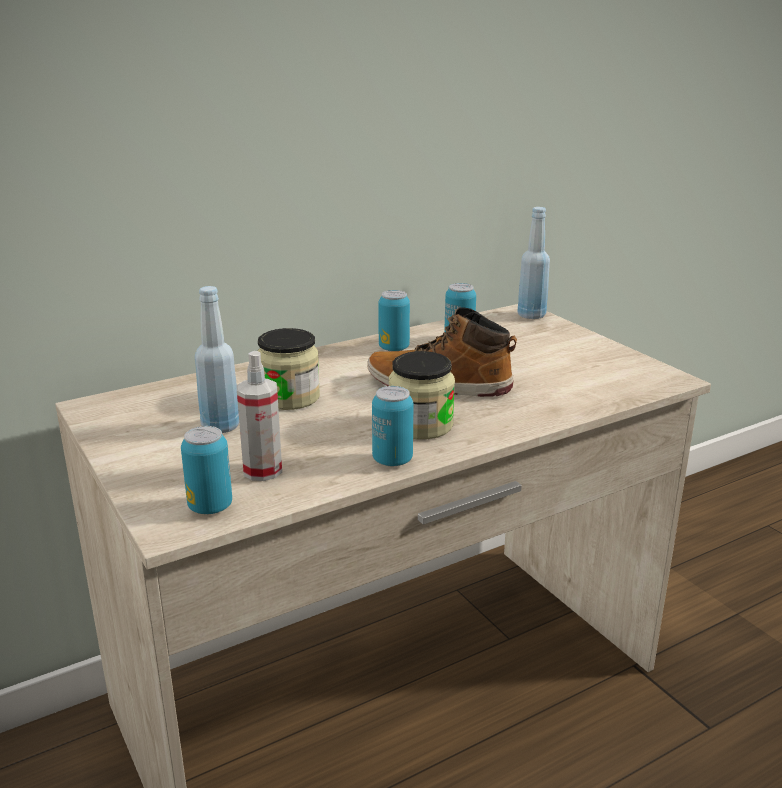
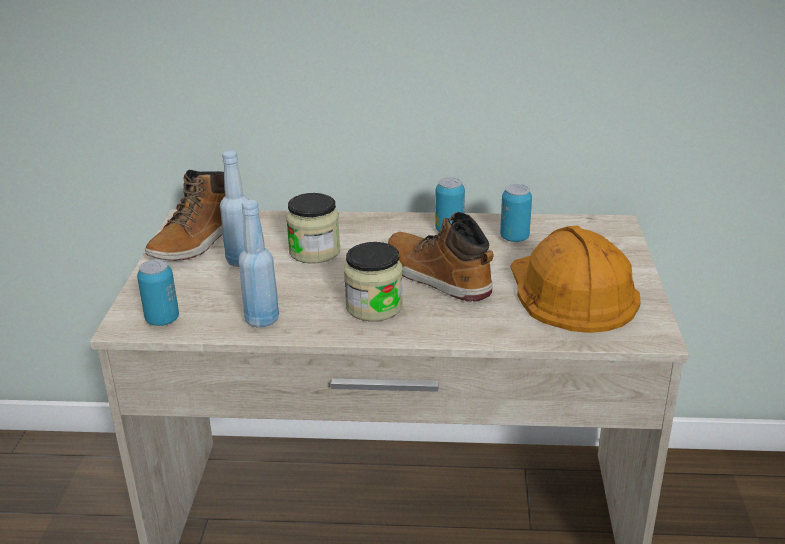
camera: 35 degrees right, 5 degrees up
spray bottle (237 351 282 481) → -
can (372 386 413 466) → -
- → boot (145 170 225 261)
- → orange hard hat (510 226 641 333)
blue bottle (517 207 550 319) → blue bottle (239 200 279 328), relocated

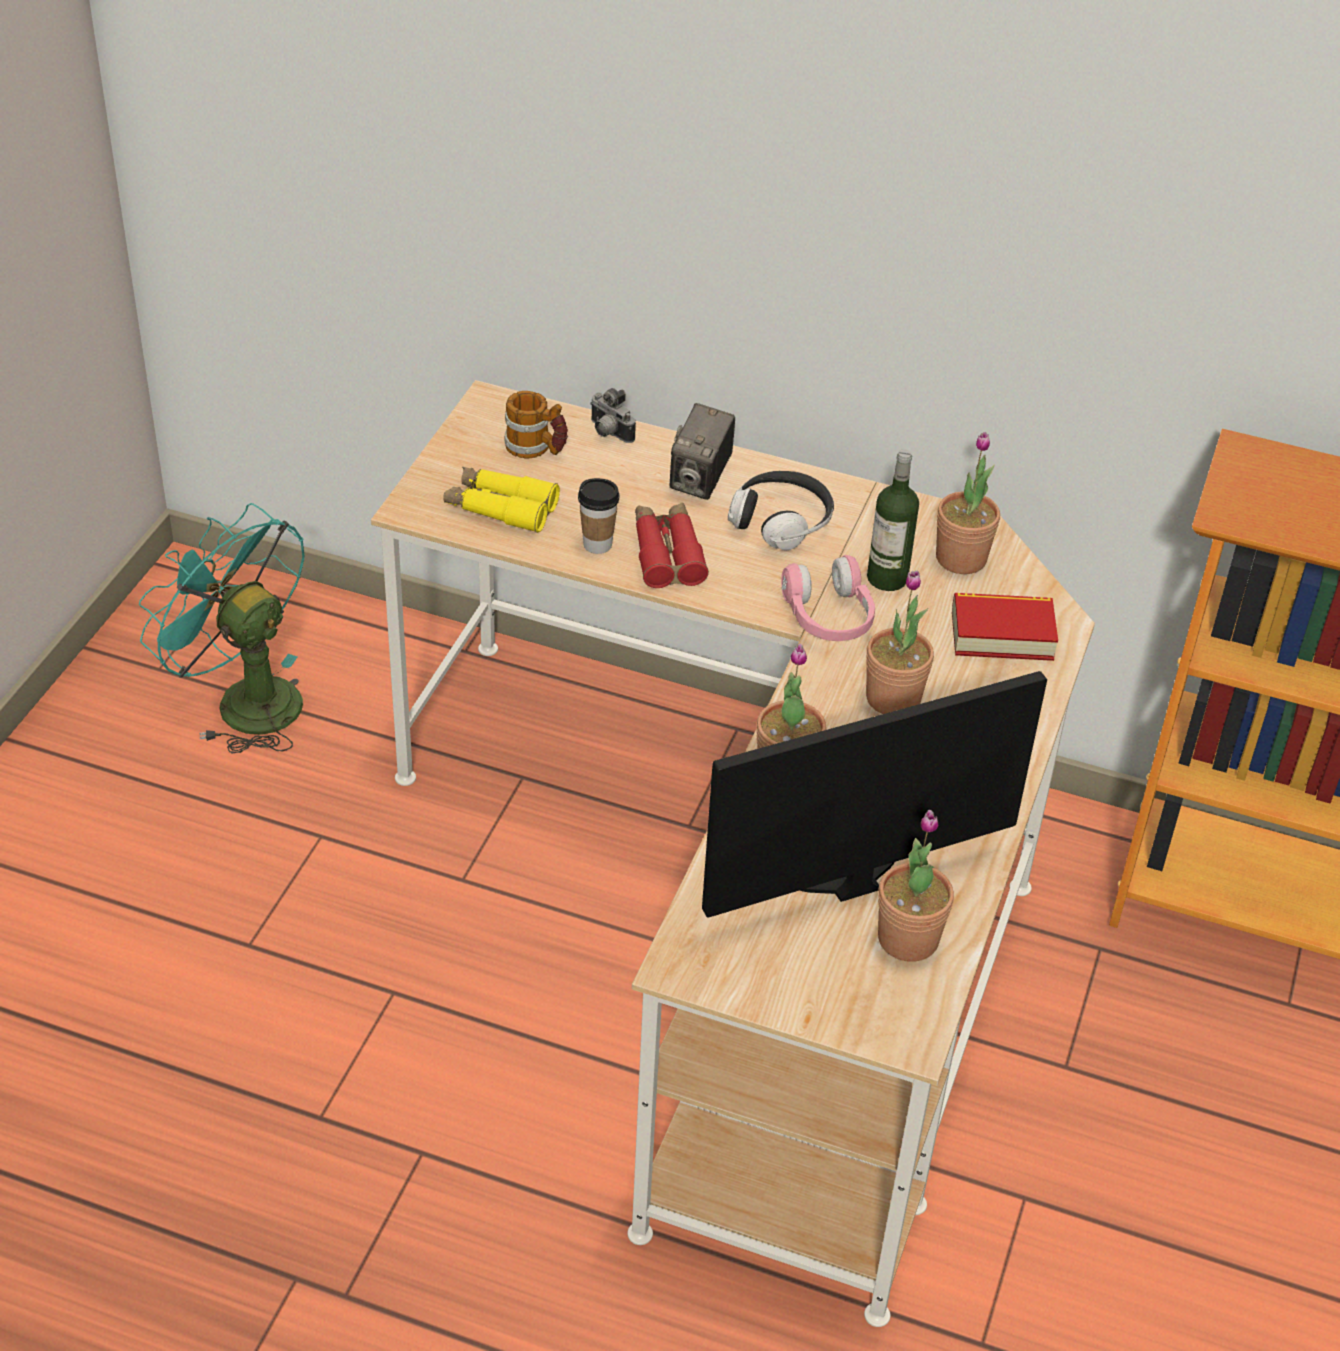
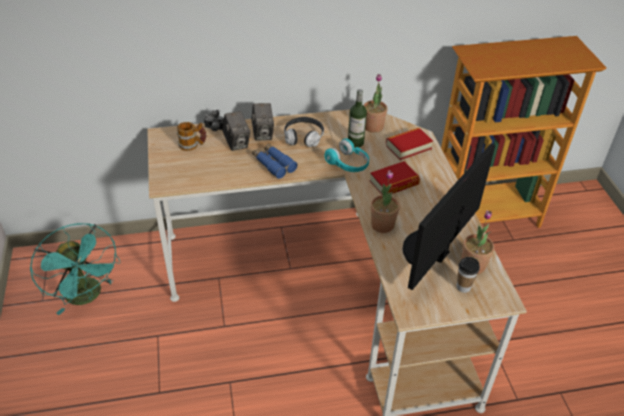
camera: 30 degrees left, 0 degrees up
yellow binoculars (443 466 560 533) → -
- → photo camera (222 111 250 151)
cup (578 478 620 554) → cup (456 257 480 293), relocated
potted plant (866 571 934 714) → book (370 161 420 195)
red binoculars (635 503 709 588) → blue binoculars (252 143 297 179)
pink headphones (781 555 875 641) → turquoise headphones (324 139 369 172)
turquoise fan (139 503 304 753) → turquoise fan (30 223 121 315), 135 degrees counterclockwise

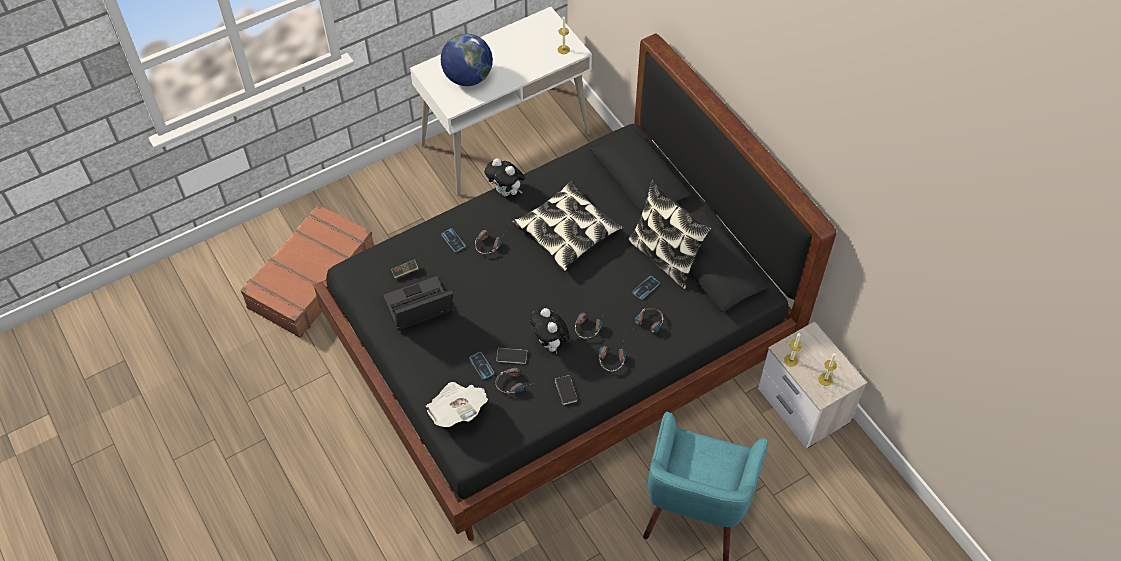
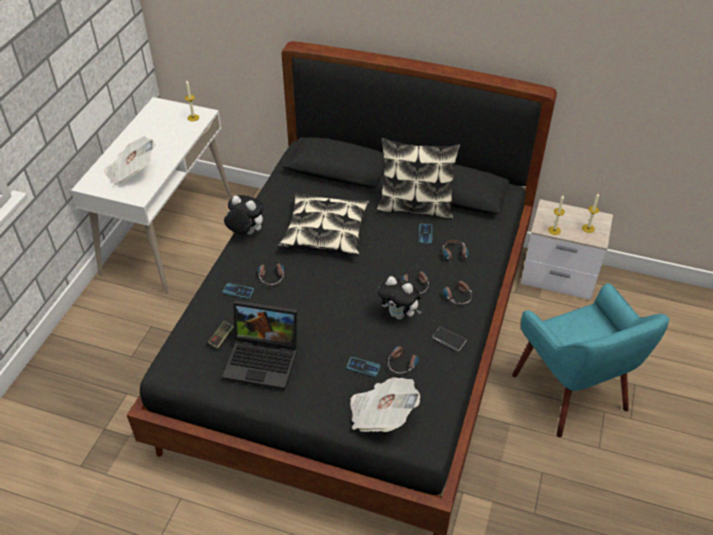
camera: 40 degrees left, 10 degrees down
brown suitcase (240 204 374 338) → -
phone (496 348 527 364) → -
globe (441 34 493 86) → newspaper (104 136 156 185)
laptop (383 276 453 331) → laptop (222 300 298 390), 105 degrees counterclockwise
plush toy (484 158 525 196) → plush toy (224 195 264 235), 150 degrees counterclockwise

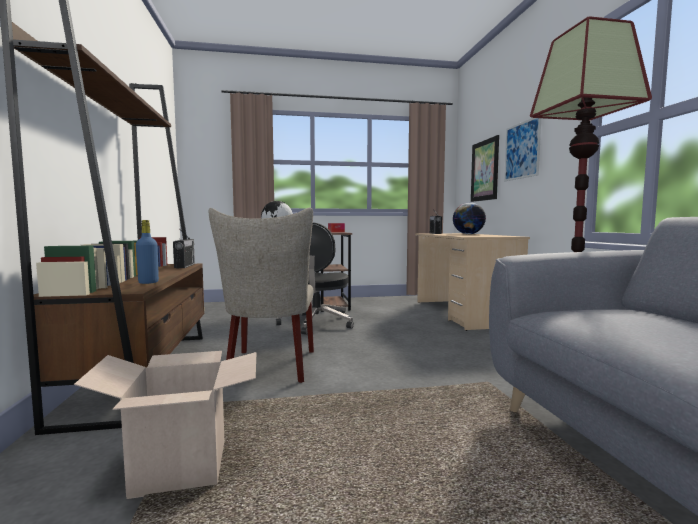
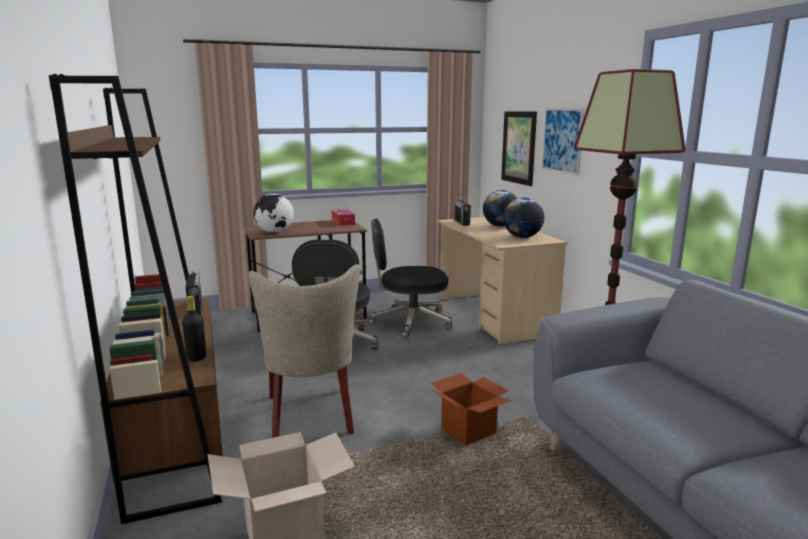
camera: 10 degrees left, 10 degrees up
- → black office chair (369 219 453 338)
- → cardboard box (431 373 512 446)
- → globe (503 198 545 238)
blue bottle (136 220 159 284) → black bottle (182 296 206 362)

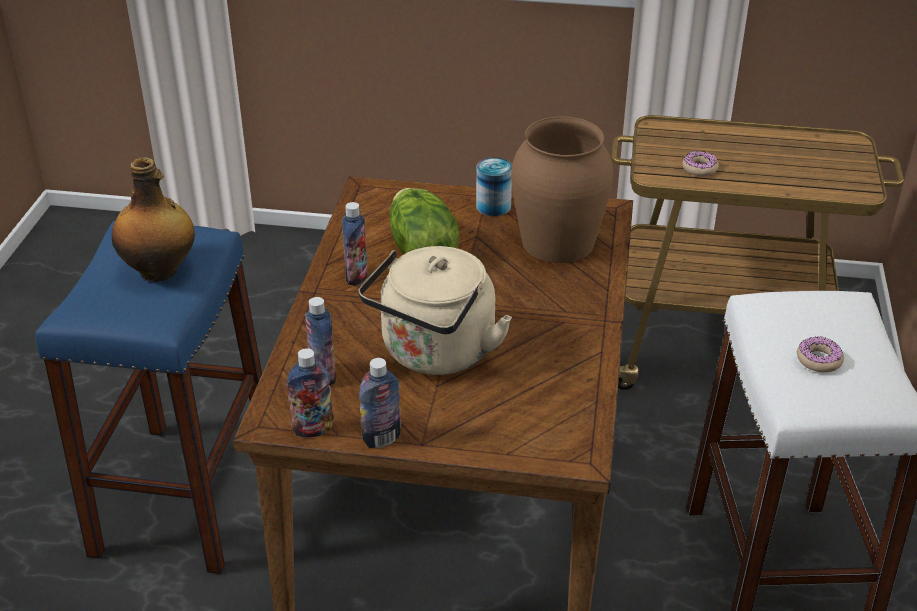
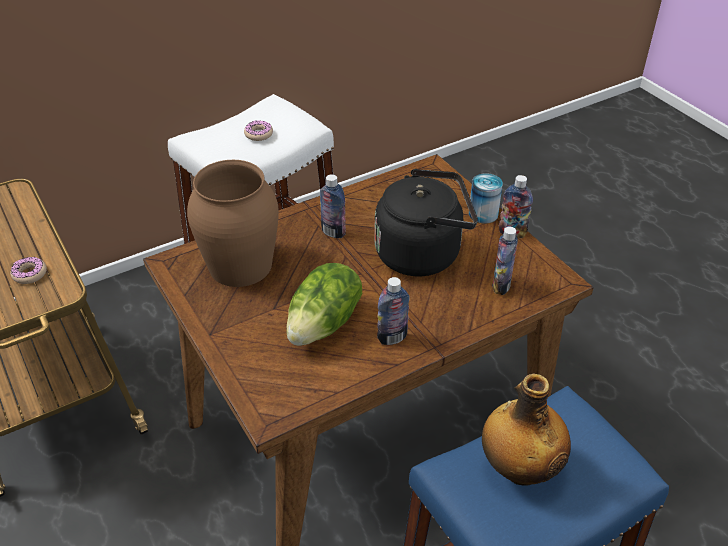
camera: 130 degrees left, 5 degrees up
bottle (287 348 334 438) → bottle (320 174 346 238), relocated
can (476 157 512 216) → can (469 173 503 223), relocated
beige kettle (358 246 512 375) → black kettle (374 169 478 276)

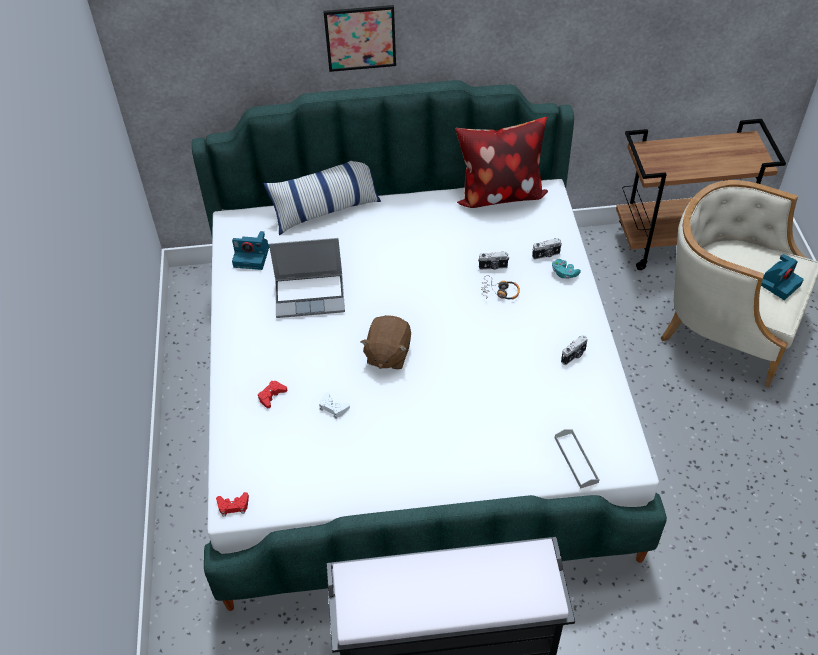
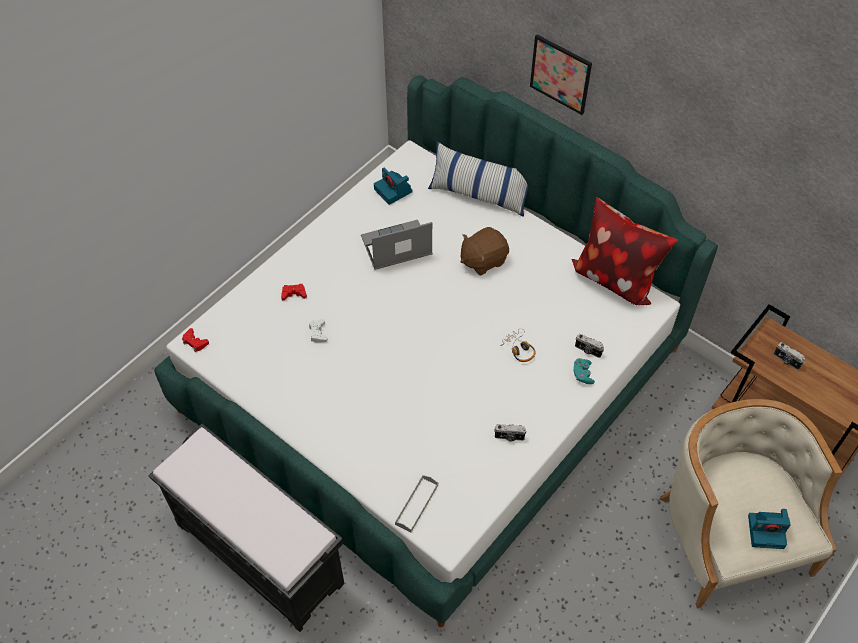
camera: 45 degrees right, 5 degrees up
brown plush toy (360 315 411 369) → brown plush toy (461 227 509 276), relocated
photo camera (478 252 509 270) → photo camera (774 342 805 370), relocated
laptop (269 238 345 318) → laptop (361 220 433 270), 120 degrees clockwise

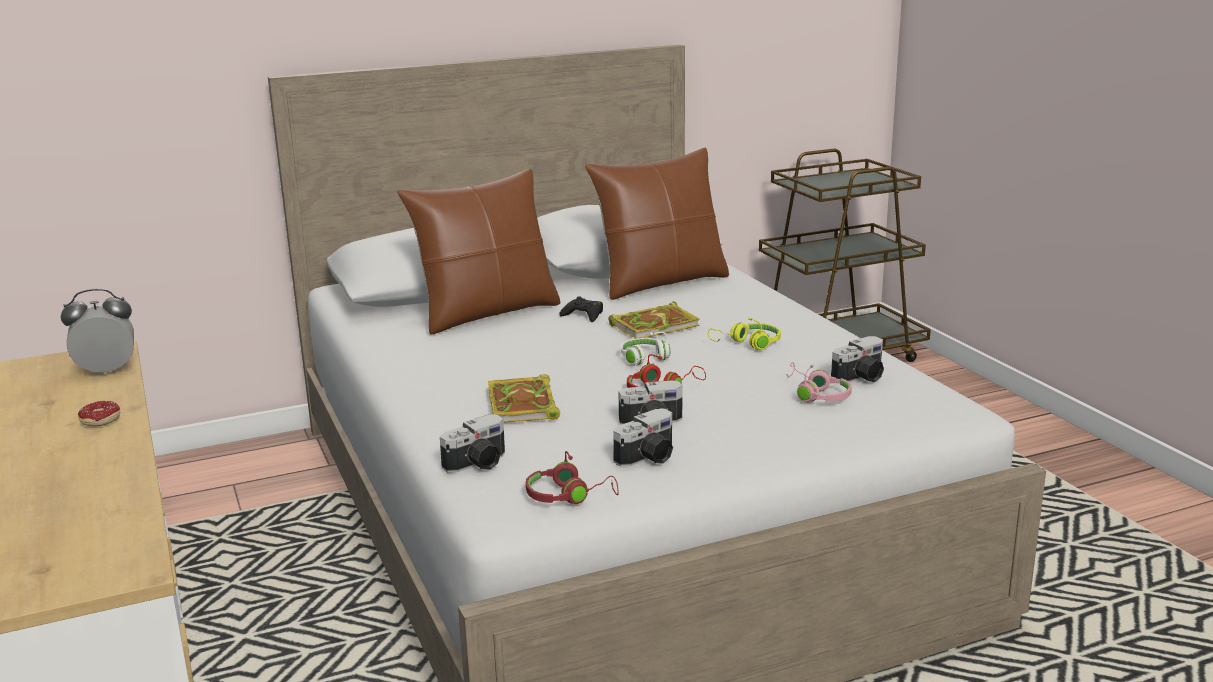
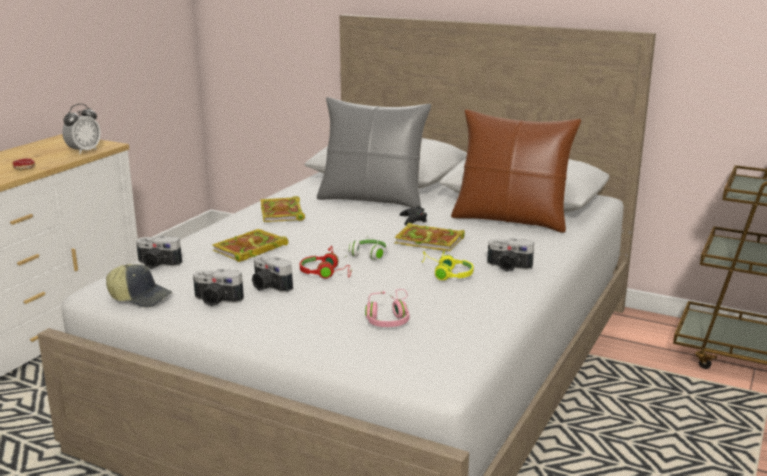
camera: 50 degrees right, 0 degrees up
- → book (260 196 305 222)
photo camera (831 336 884 382) → photo camera (487 238 534 272), relocated
red headphones (526 451 619 504) → cap (106 264 172 308)
brown pillow (397 168 560 335) → grey pillow (317 97 431 208)
alarm clock (61 289 134 375) → alarm clock (62 104 101 154), 90 degrees clockwise

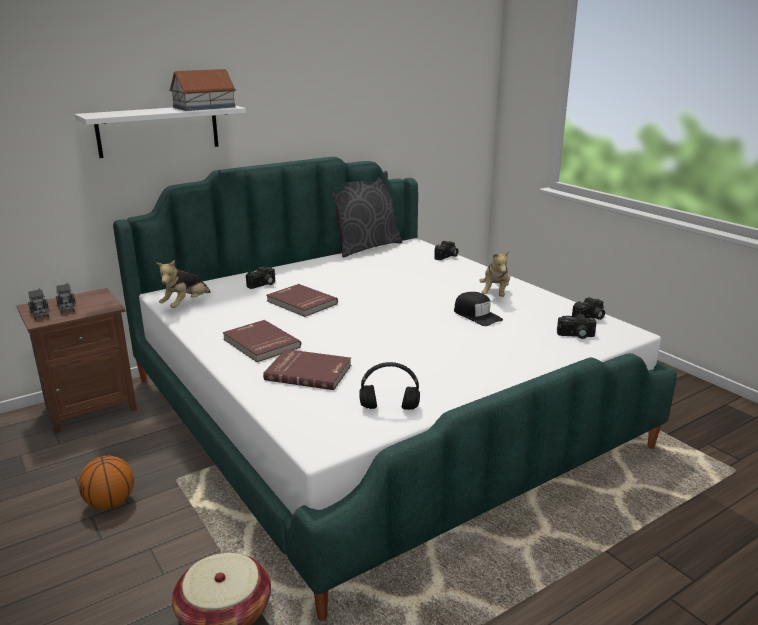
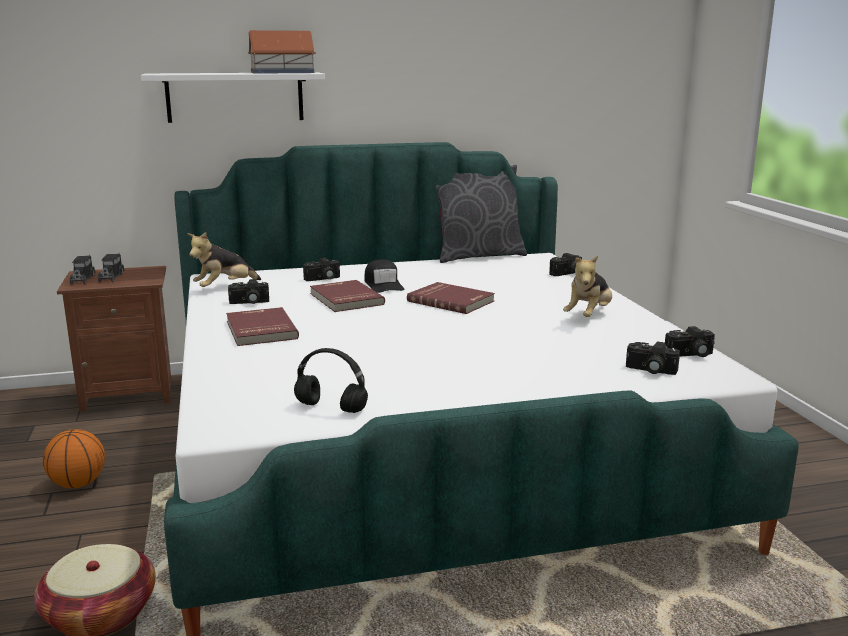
camera: 20 degrees right, 5 degrees down
- → photo camera (228 279 269 304)
red book (263 349 351 390) → red book (407 282 495 314), relocated
black cap (454 292 503 326) → black cap (364 259 404 293), relocated

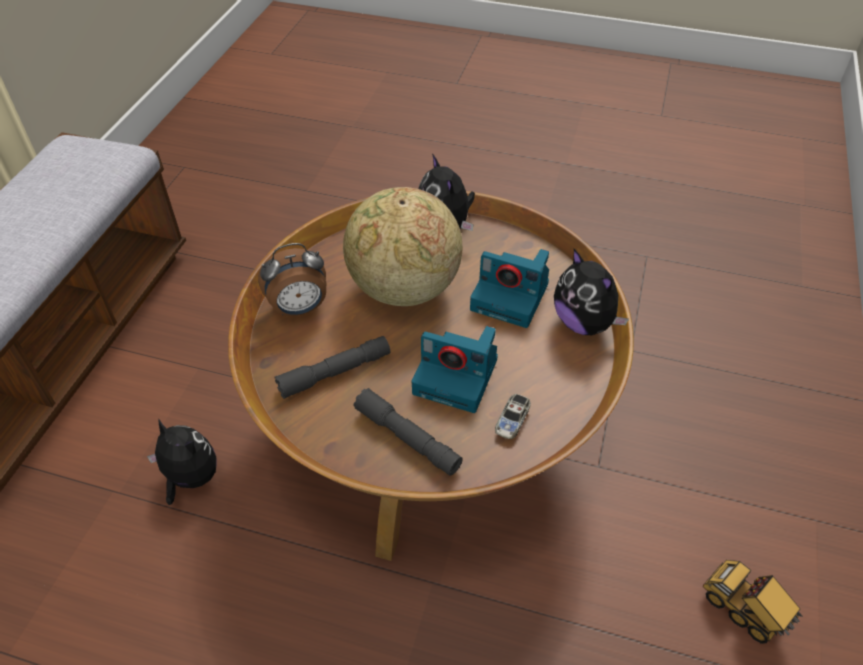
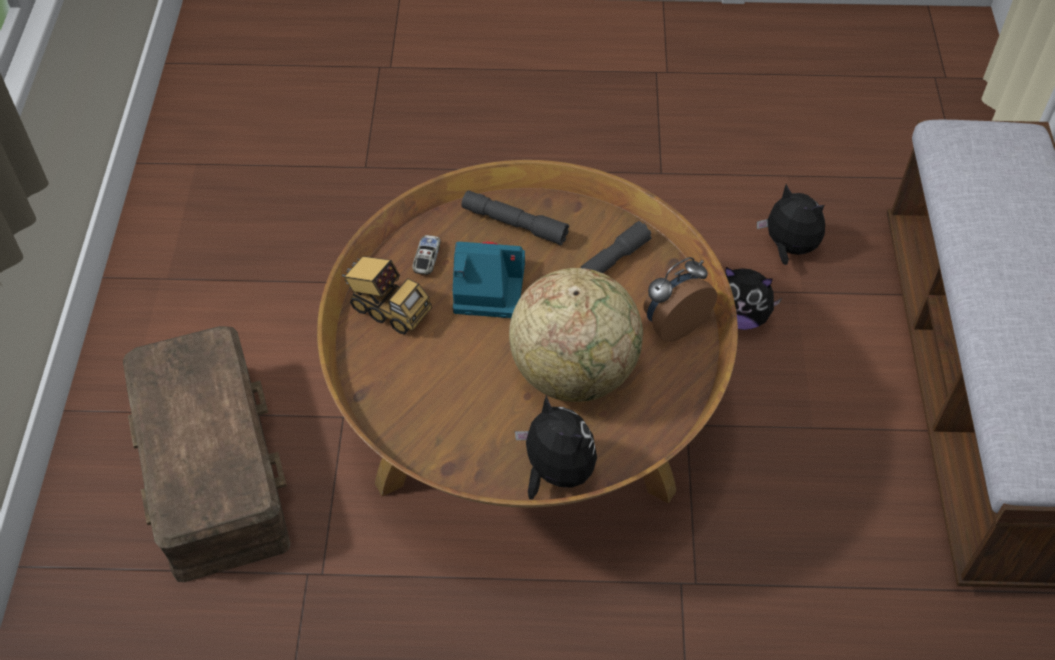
camera: 165 degrees right, 5 degrees up
photo camera (470 249 549 328) → -
- → brown storage box (123 326 290 582)
plush toy (554 249 629 335) → plush toy (757 184 825 265), relocated
toy truck (703 560 803 644) → toy truck (342 256 432 335), relocated

